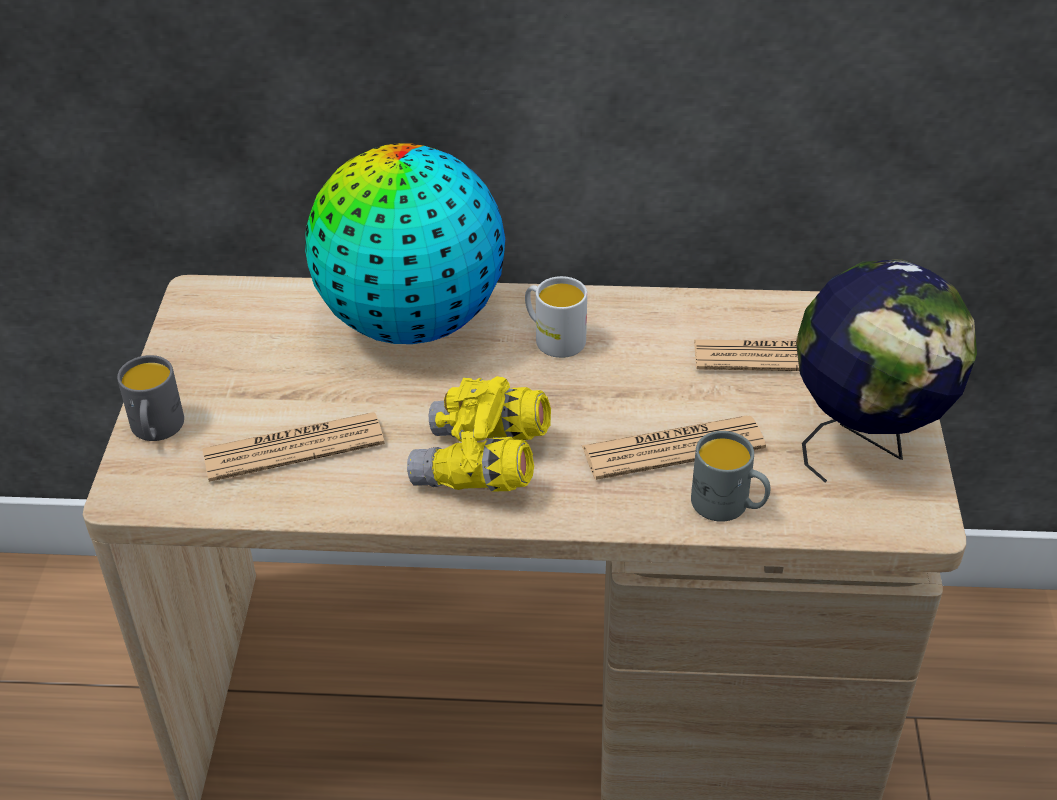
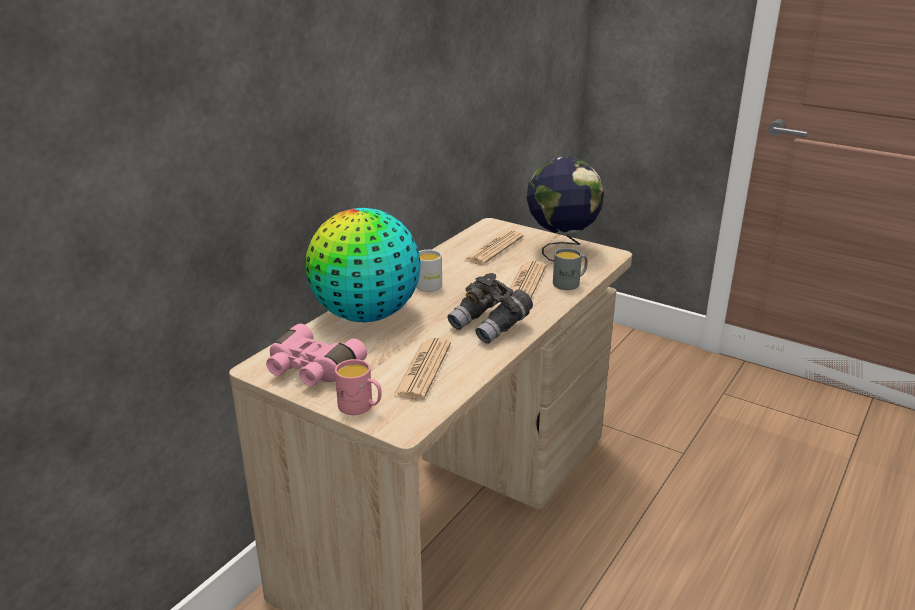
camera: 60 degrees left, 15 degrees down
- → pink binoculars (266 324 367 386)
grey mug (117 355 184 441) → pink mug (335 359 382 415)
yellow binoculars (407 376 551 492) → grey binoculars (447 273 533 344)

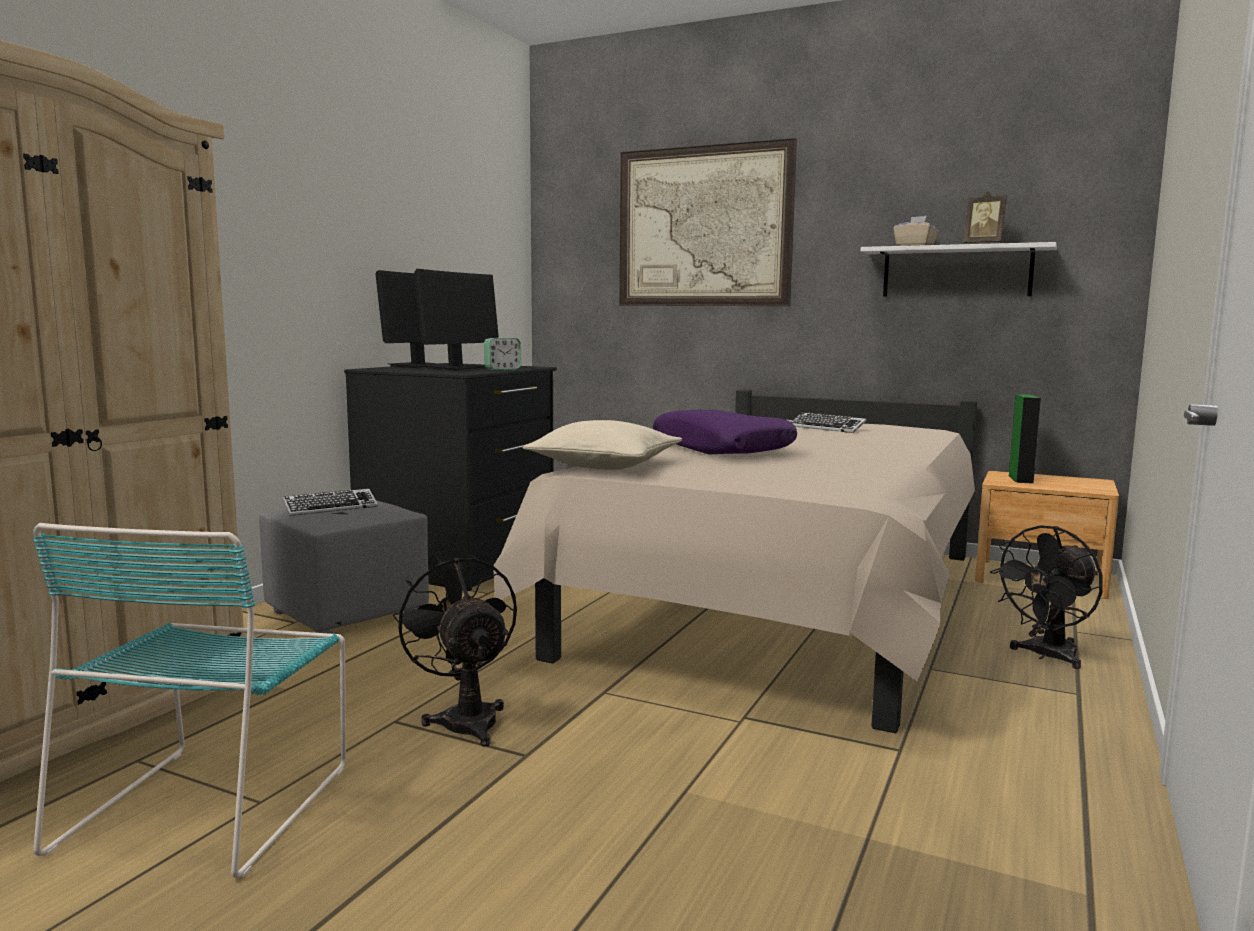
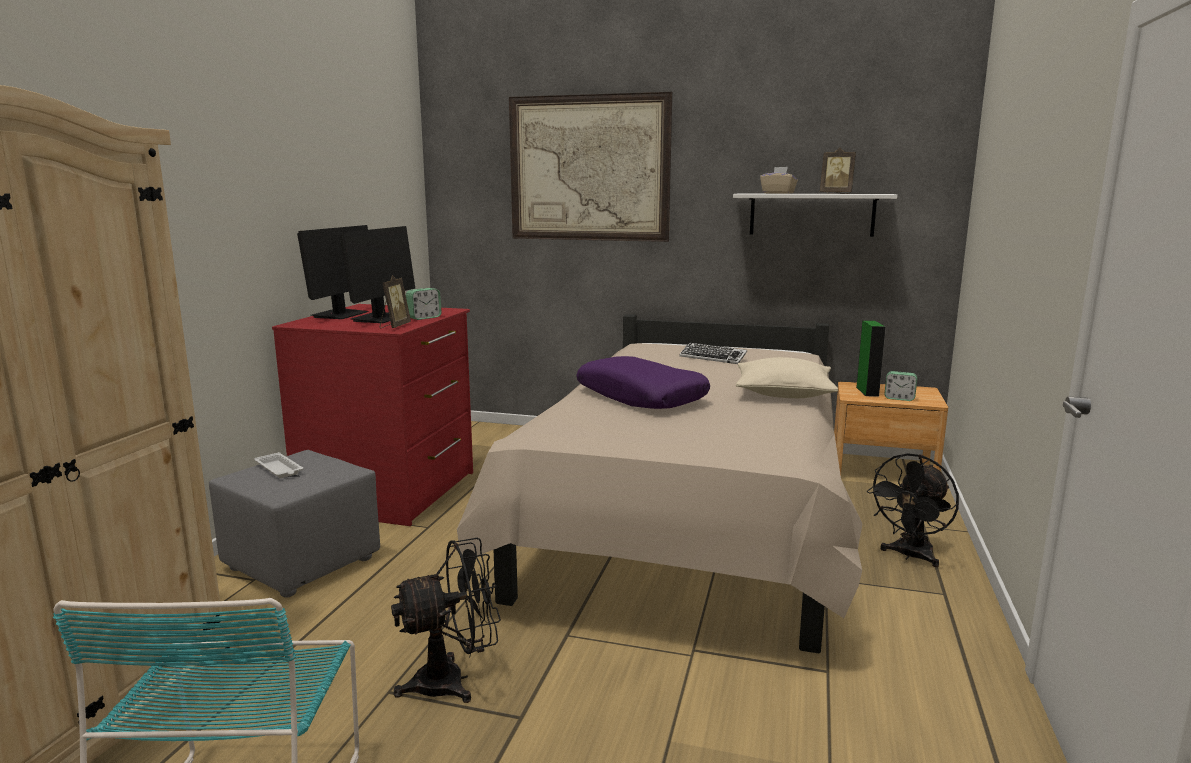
camera: 10 degrees left, 5 degrees up
- → picture frame (380 275 411 328)
- → alarm clock (884 371 917 401)
beige pillow (523 420 682 470) → beige pillow (736 357 838 398), relocated
keyboard (283 488 378 516) → white tray (254 452 303 478)
black dresser (344 363 557 591) → red dresser (272 304 473 526)
black fan (393 555 517 747) → black fan (391 538 501 703), 105 degrees clockwise

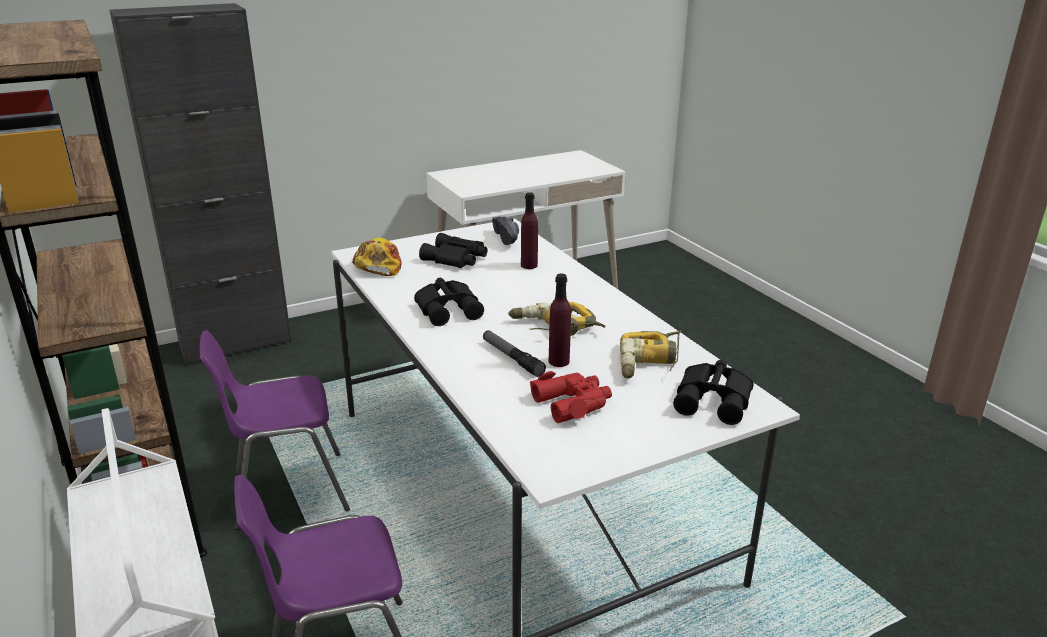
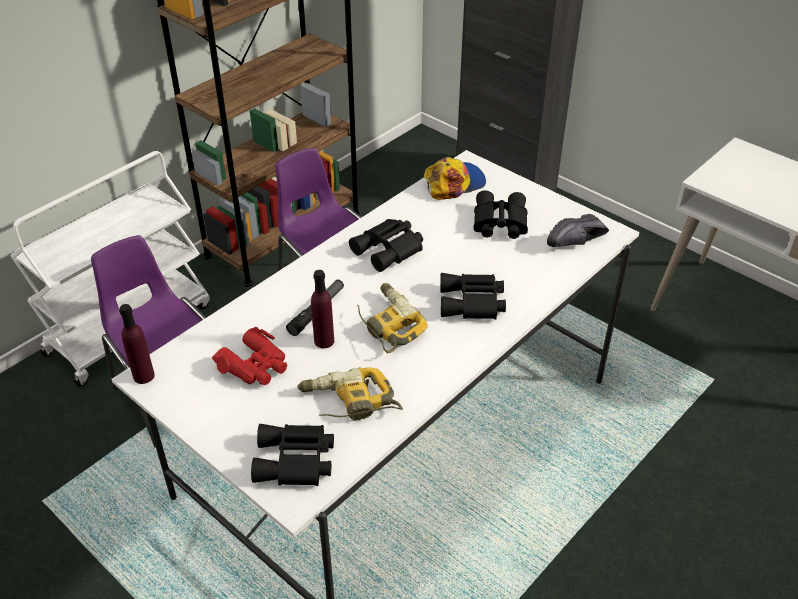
camera: 70 degrees right, 15 degrees up
- → black binoculars (440 273 506 319)
purple bottle (521 192 538 269) → purple bottle (119 304 155 384), relocated

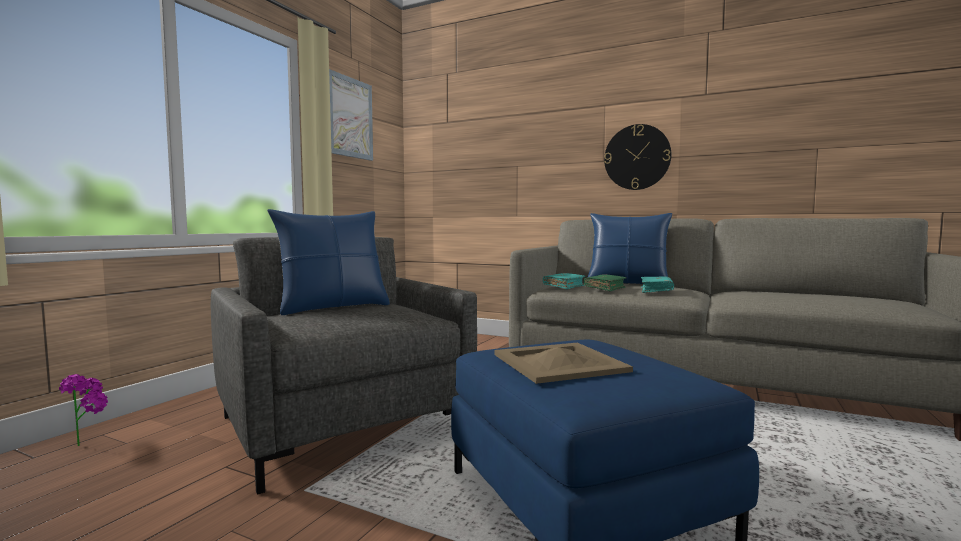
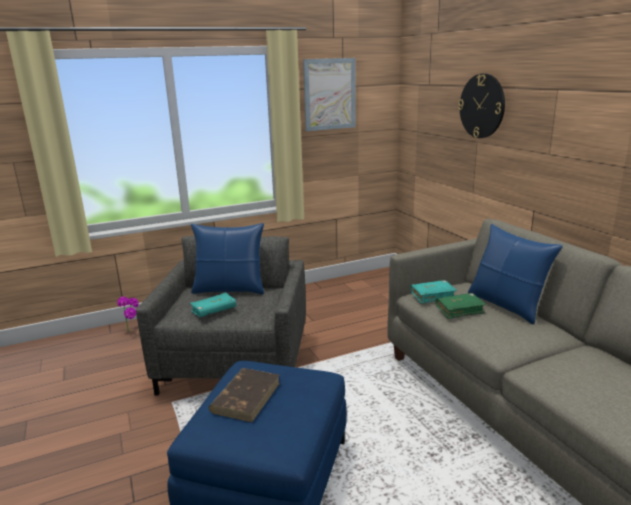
camera: 40 degrees right, 15 degrees up
wall clock (604 124 671 190) → wall clock (458 74 505 138), relocated
turquoise book (641 277 674 293) → turquoise book (189 292 236 317), relocated
beige tray (494 343 633 384) → brown book (209 368 280 422)

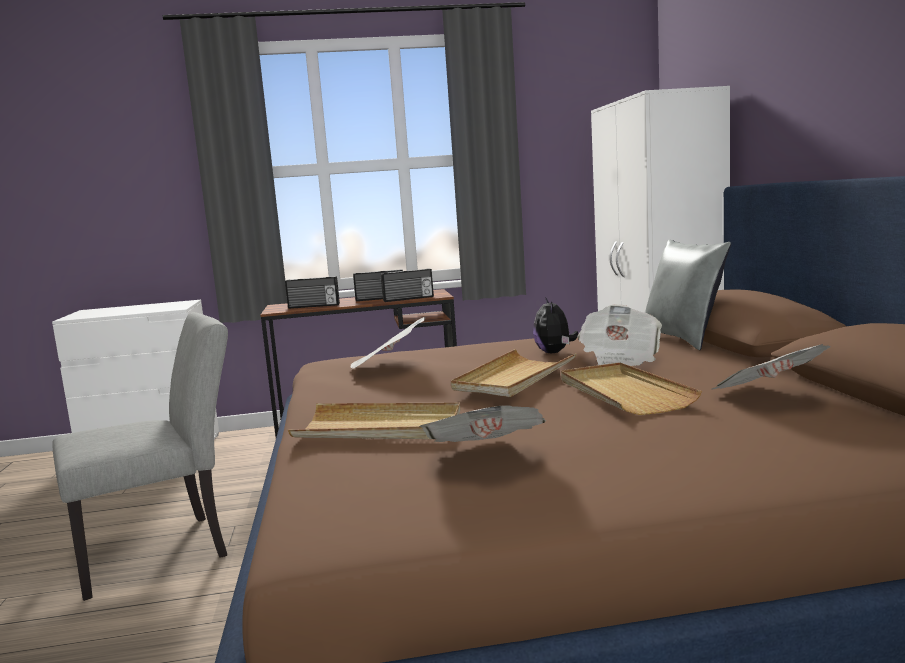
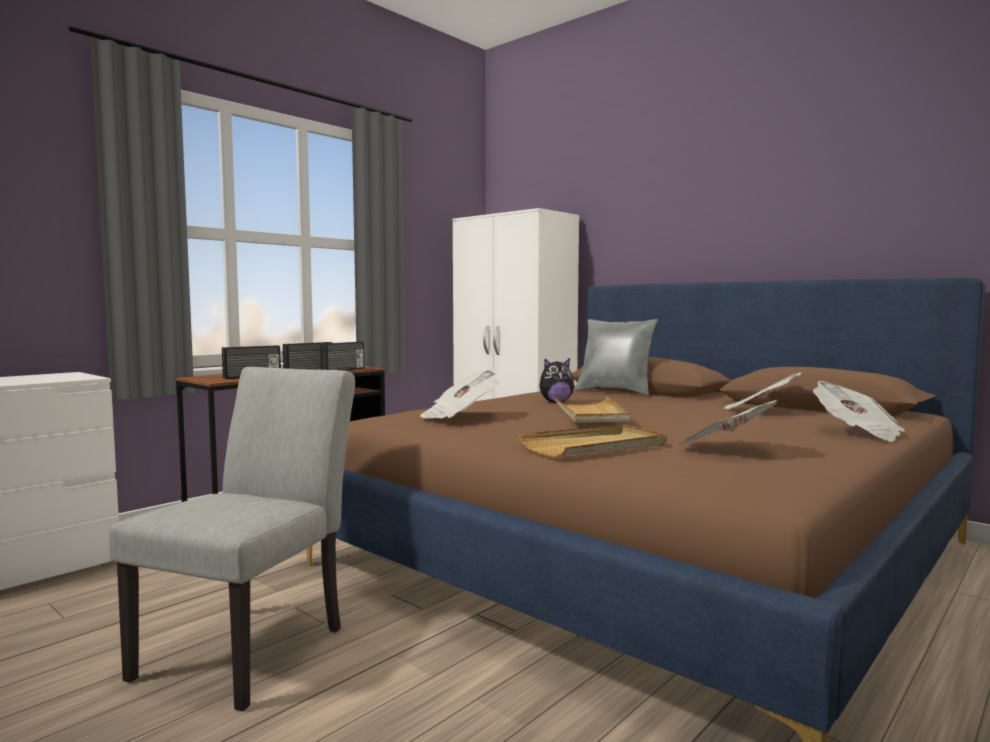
camera: 40 degrees left, 5 degrees down
beige tray (561 362 702 415) → -
newspaper (578 305 662 366) → newspaper (813 381 905 442), relocated
plush toy (533 297 578 353) → plush toy (539 358 574 403), 60 degrees counterclockwise

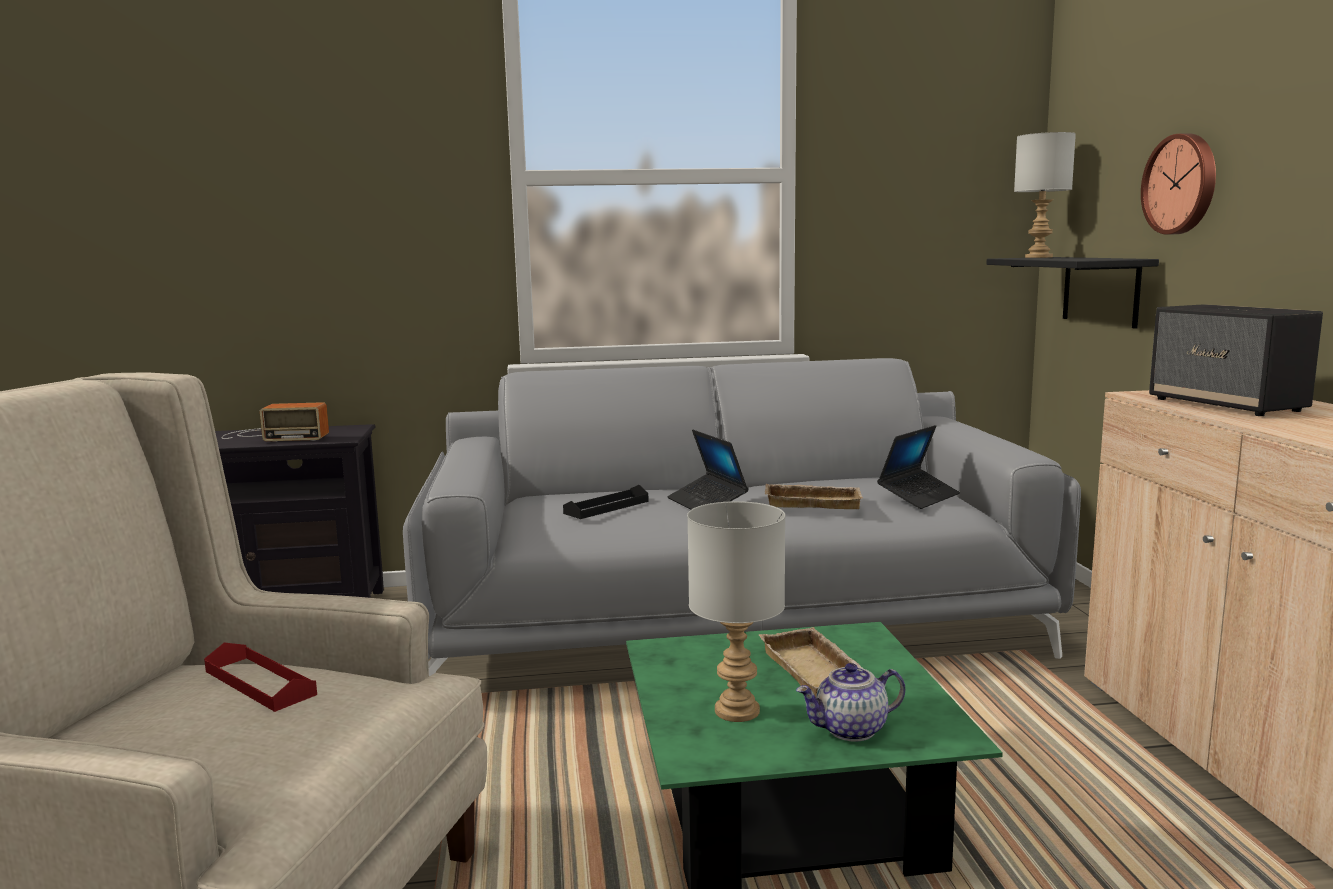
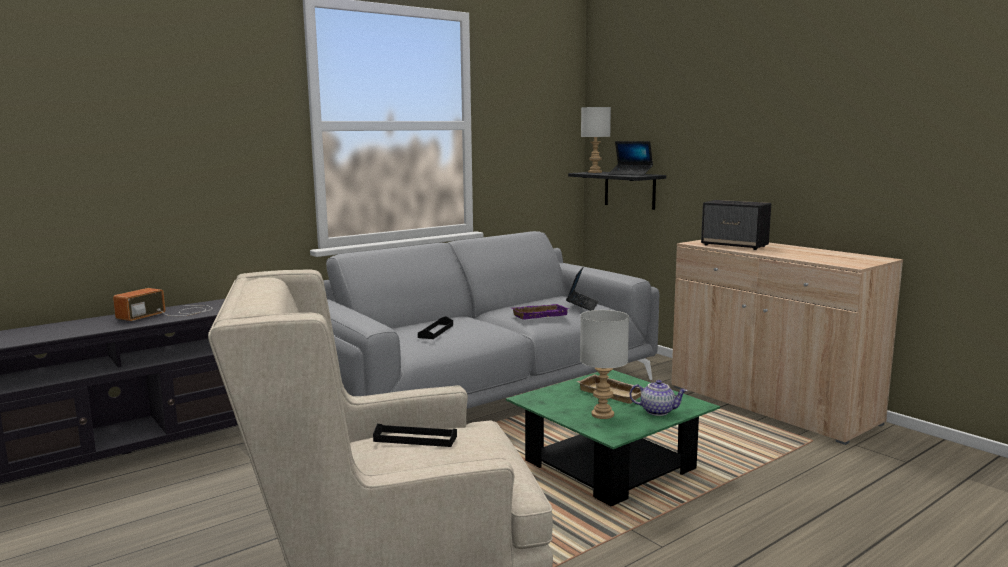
camera: 30 degrees left, 0 degrees up
wall clock (1141 133 1216 235) → -
laptop (667 430 749 510) → laptop (609 141 653 175), relocated
red tray (204 643 317 712) → black tray (373 424 457 447)
beige tray (764 484 863 509) → purple tray (512 304 569 320)
radio (222 402 329 442) → radio (113 288 212 321), 150 degrees clockwise
teapot (796 663 905 742) → teapot (630 380 688 416), 120 degrees counterclockwise

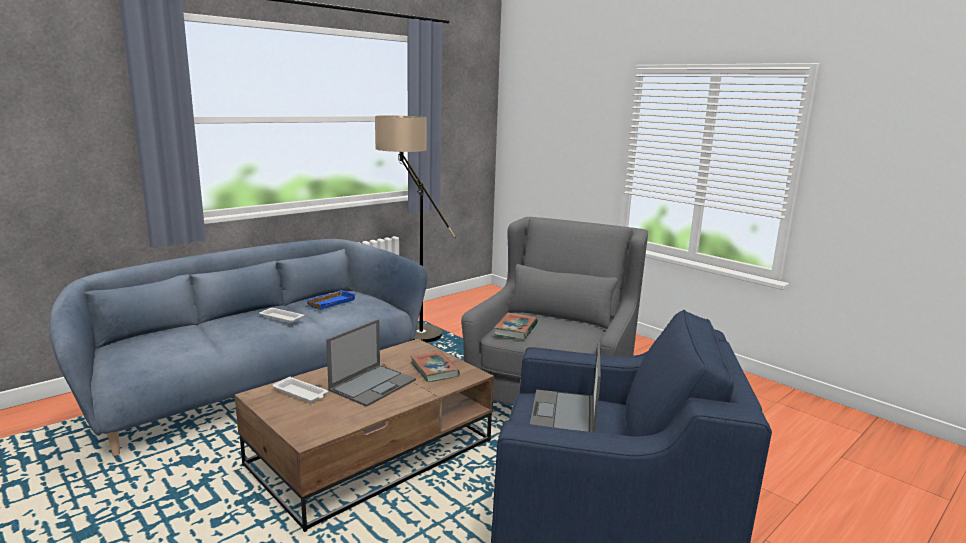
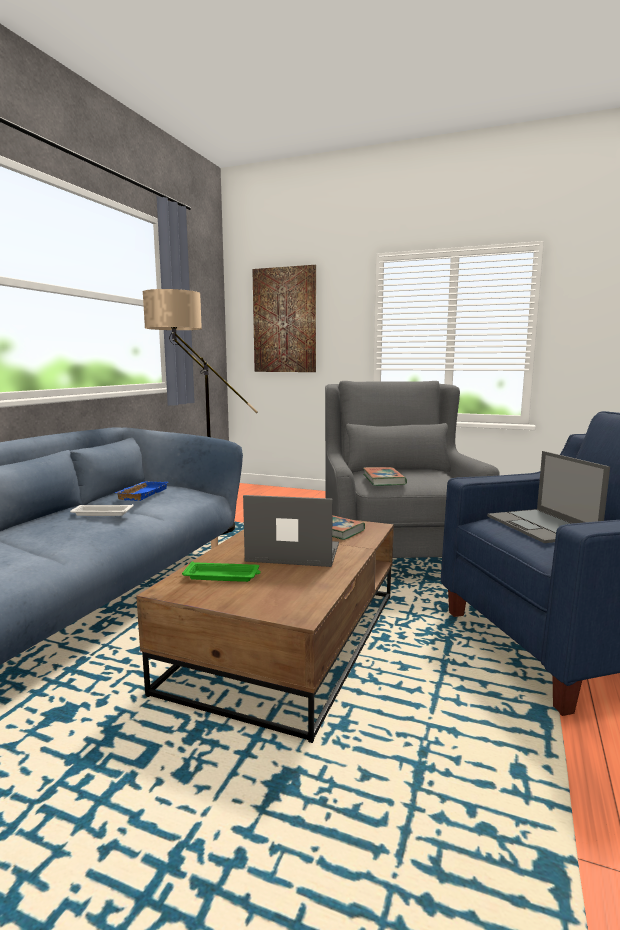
camera: 25 degrees left, 5 degrees down
- → picture (252 265 316 372)
white tray (273 376 328 402) → green tray (182 562 261 582)
laptop (326 319 416 407) → laptop (243 495 339 567), 90 degrees counterclockwise

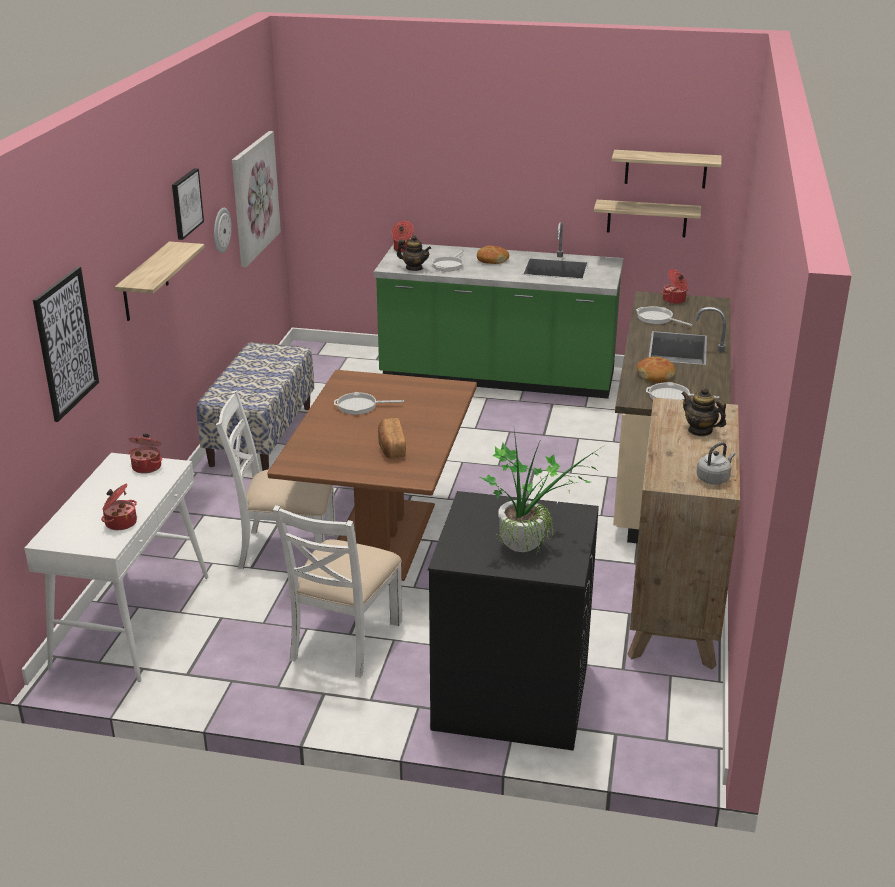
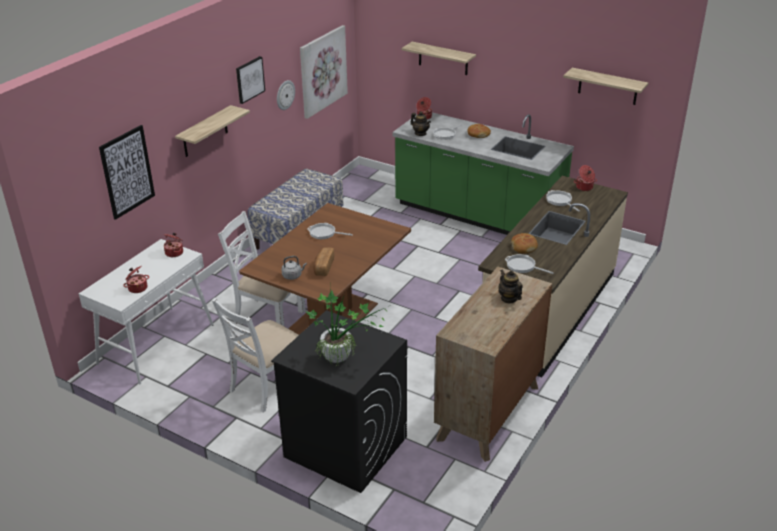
camera: 20 degrees right, 5 degrees up
shelf (594 200 701 237) → shelf (401 42 476 75), relocated
grey kettle (696 442 735 484) → grey kettle (281 256 307 280), relocated

